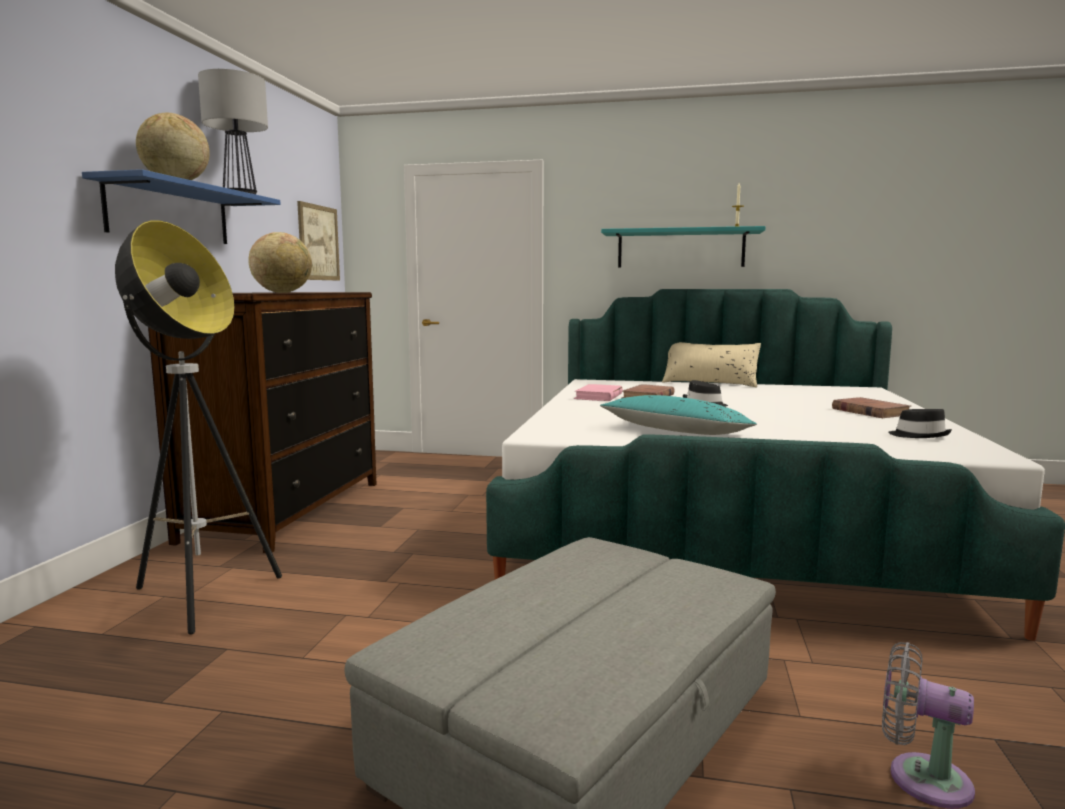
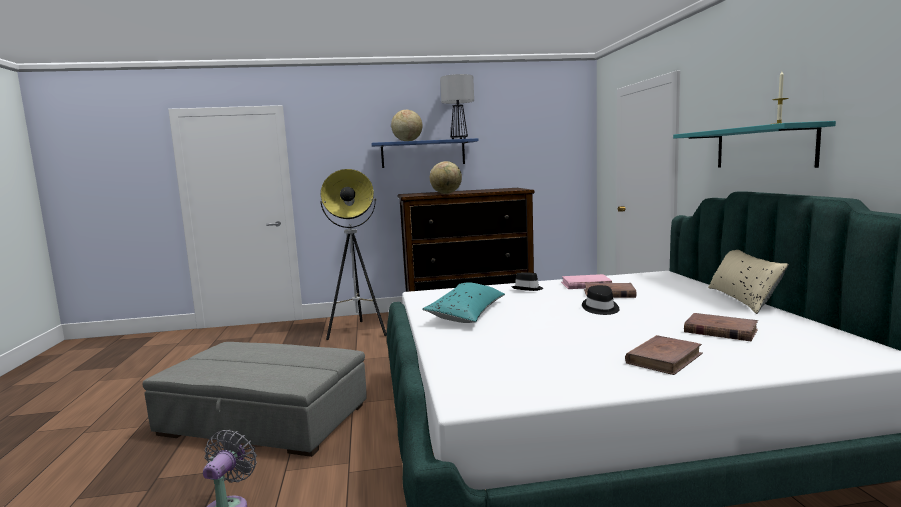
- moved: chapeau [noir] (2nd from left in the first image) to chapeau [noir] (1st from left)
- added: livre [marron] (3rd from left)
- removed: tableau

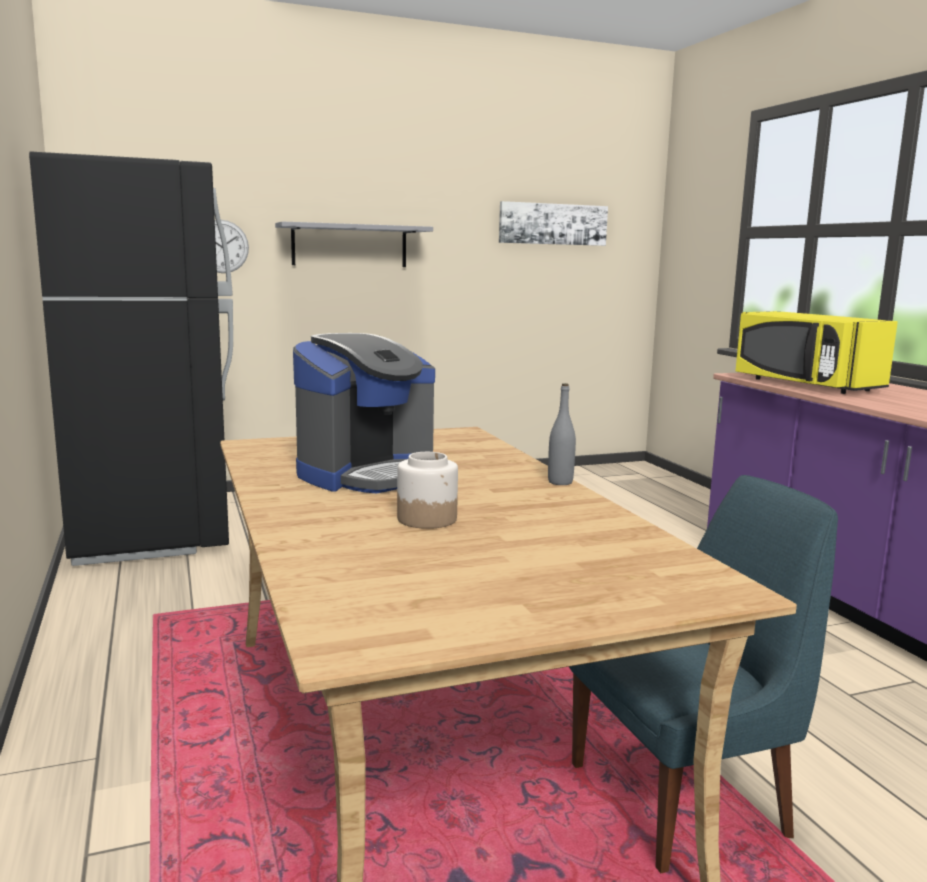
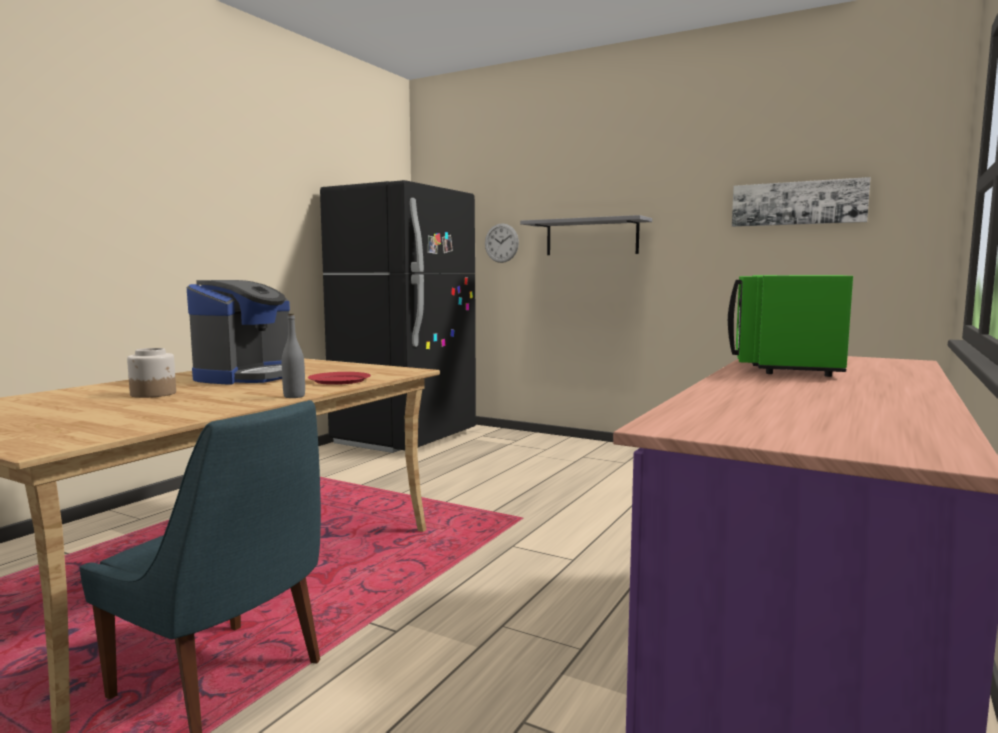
- turned: machine à café 75 degrees counterclockwise
- added: assiette [rouge]
- recoloured: micro-ondes [jaune] to micro-ondes [vert]

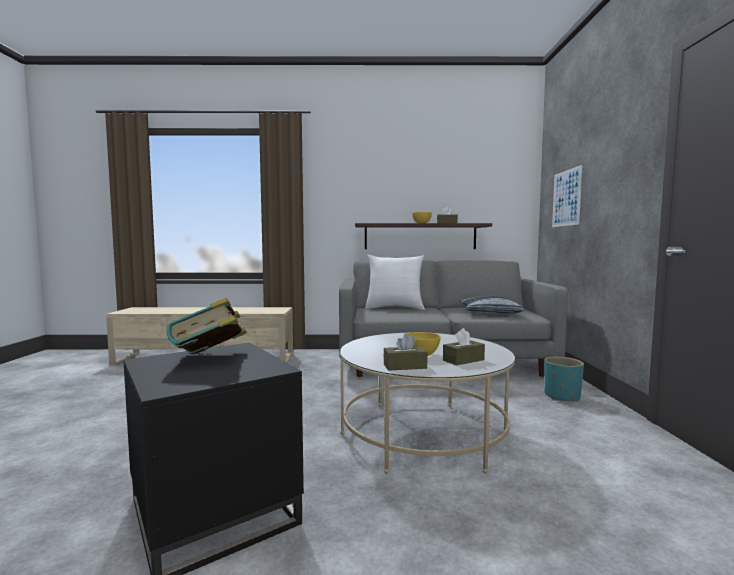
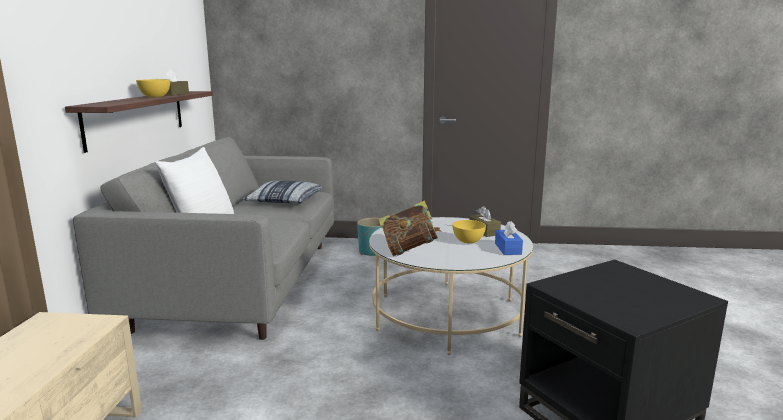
- moved: livre
- recoloured: boîte à mouchoirs [marron] (1st from left) to boîte à mouchoirs [bleu]
- removed: tableau

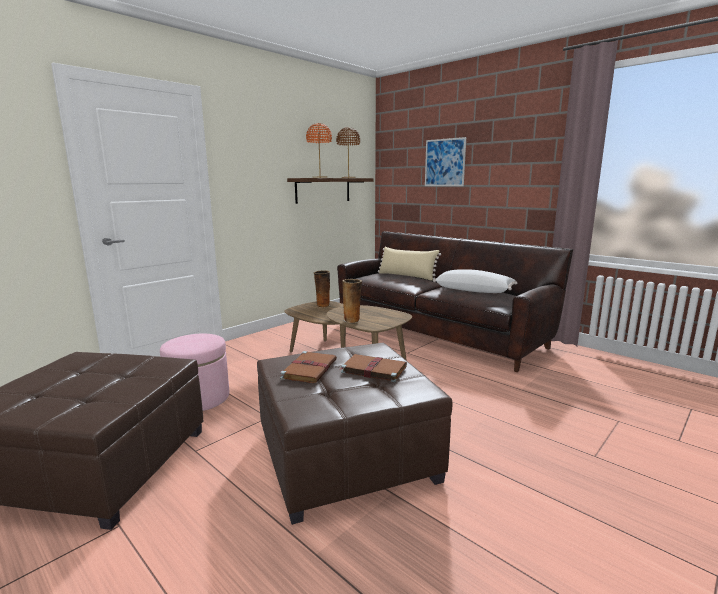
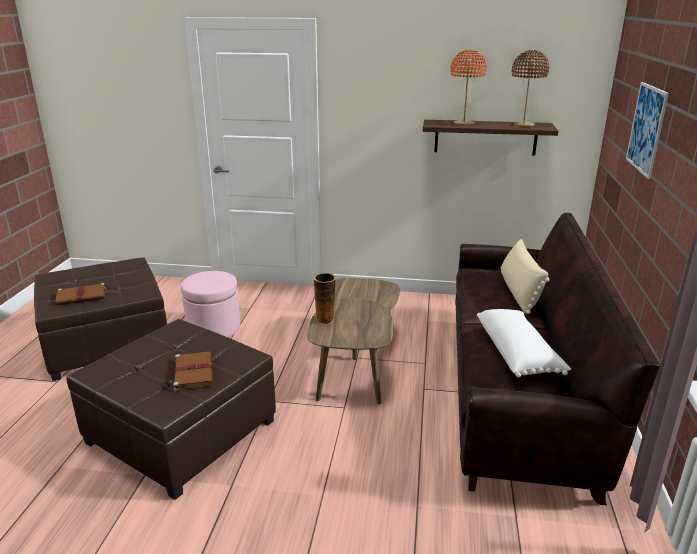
- moved: livre [marron] (1st from left)
- removed: vase (1st from left)

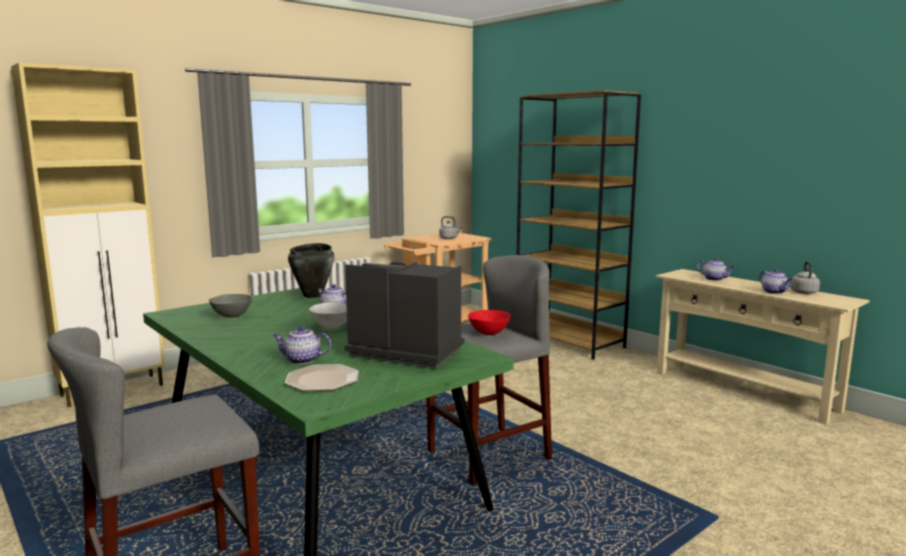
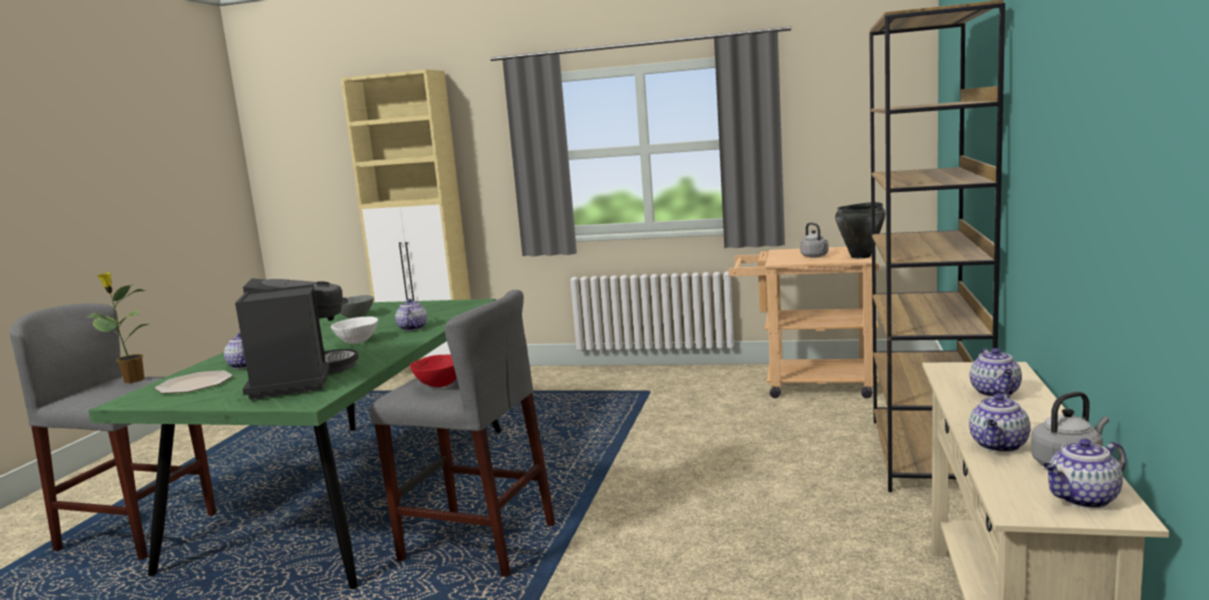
- added: plante en pot
- moved: marmite [noir]
- added: théière (5th from left)

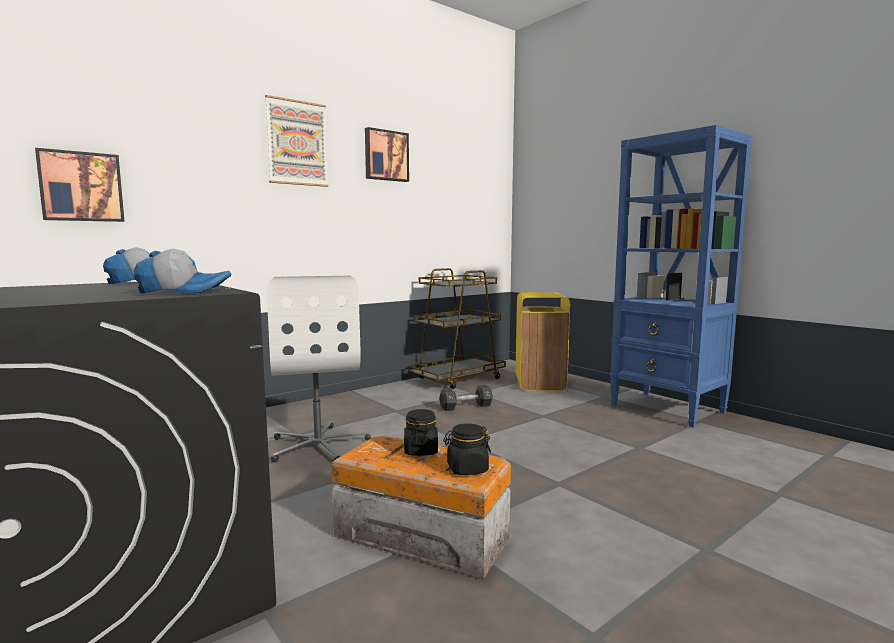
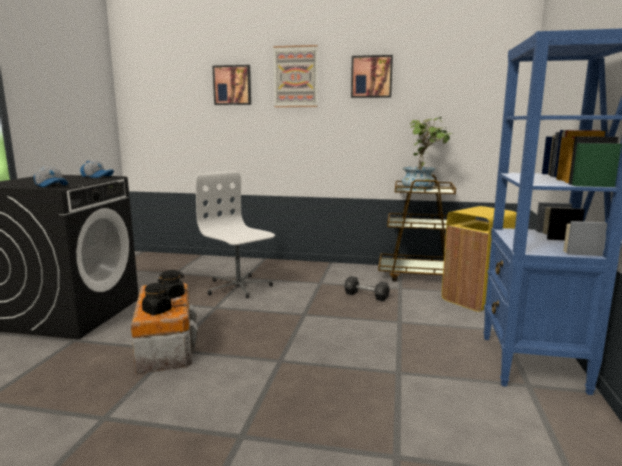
- turned: chaise de bureau [blanc] 105 degrees clockwise
- moved: tableau (1st from left)
- added: plante en pot

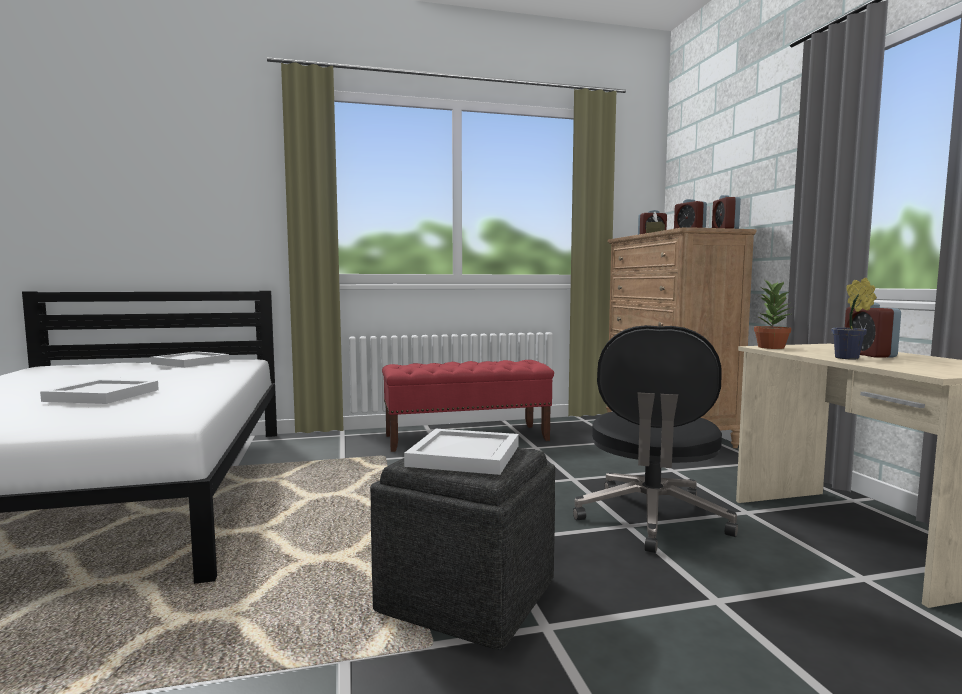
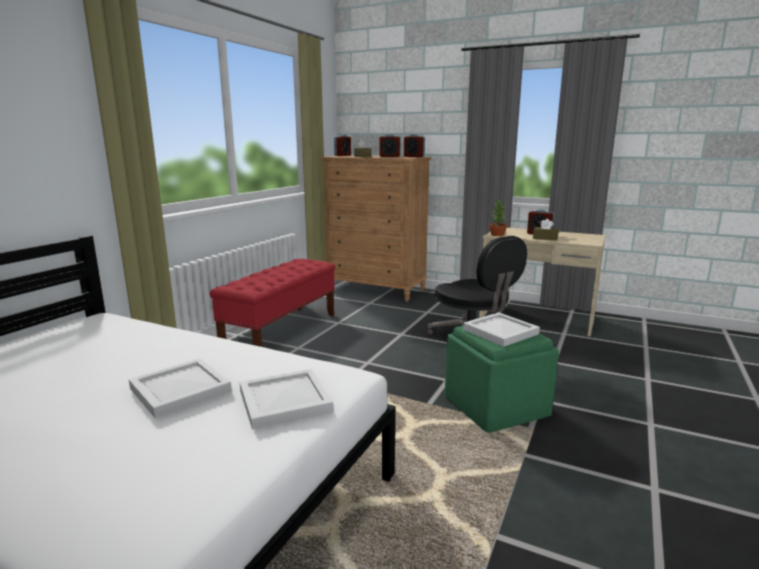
- moved: plateau [blanc] (2nd from left)
- recoloured: pouf [gris] to pouf [vert]
- replaced: plante en pot (2nd from left) to boîte à mouchoirs [marron] (2nd from left)

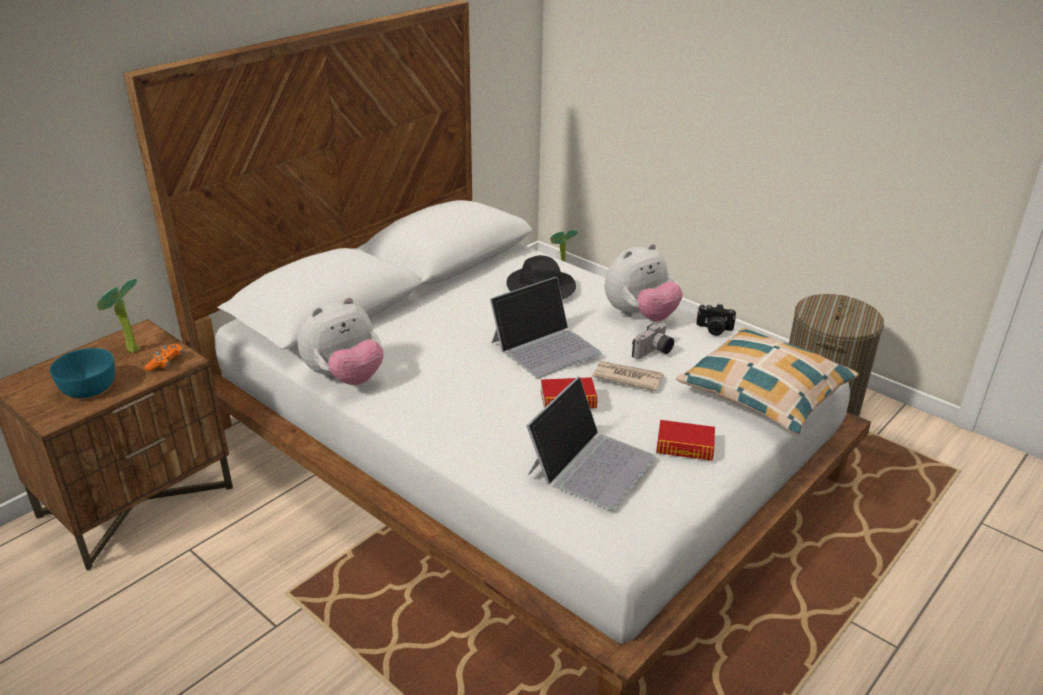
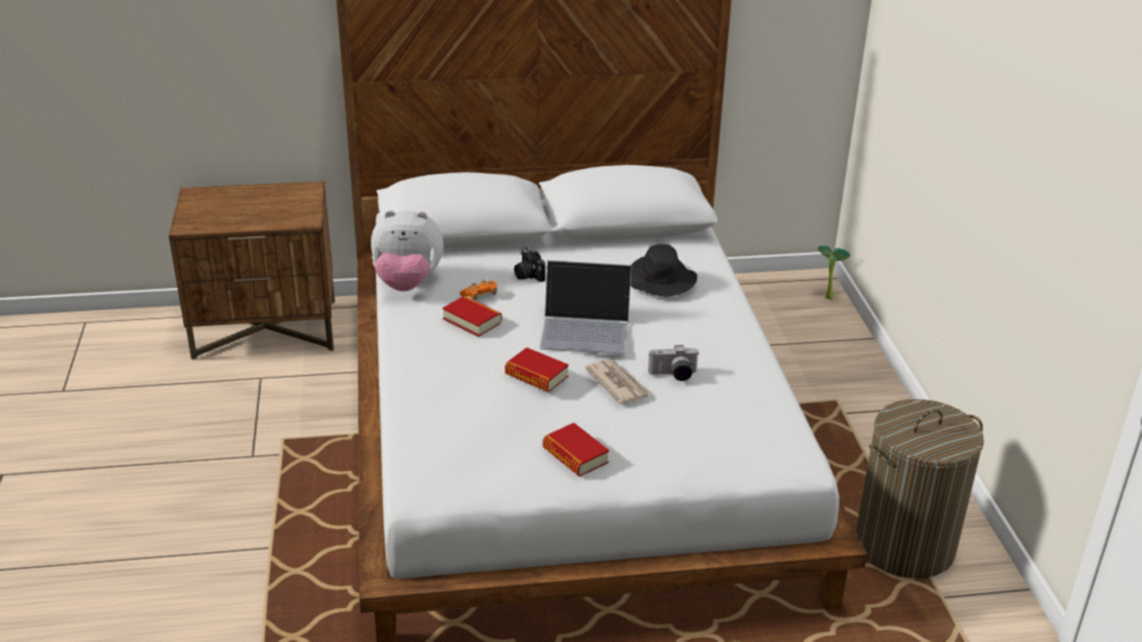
- added: livre (1st from left)
- moved: manette [orange]
- moved: appareil photo (2nd from left in the first image) to appareil photo (1st from left)
- removed: bol [turquoise]
- removed: plante en pot (1st from left)
- removed: ordinateur portable (2nd from left)
- removed: peluche (2nd from left)
- removed: coussin

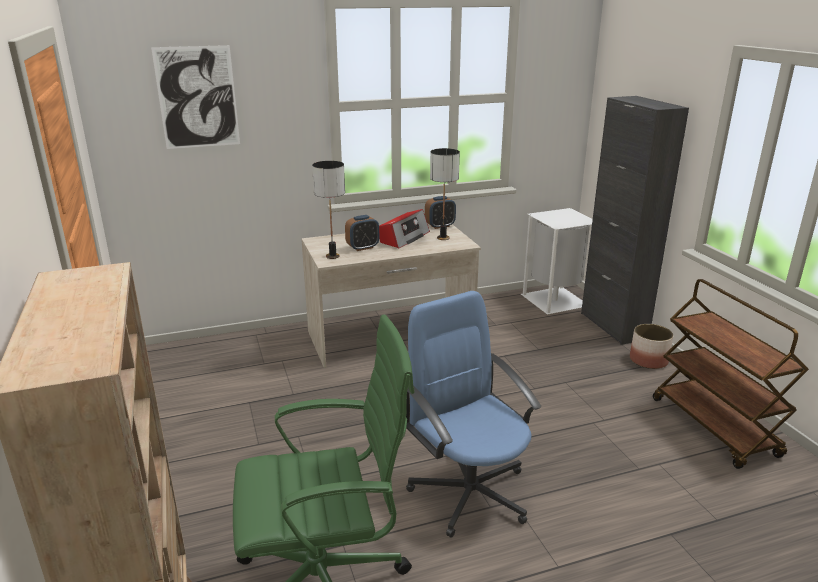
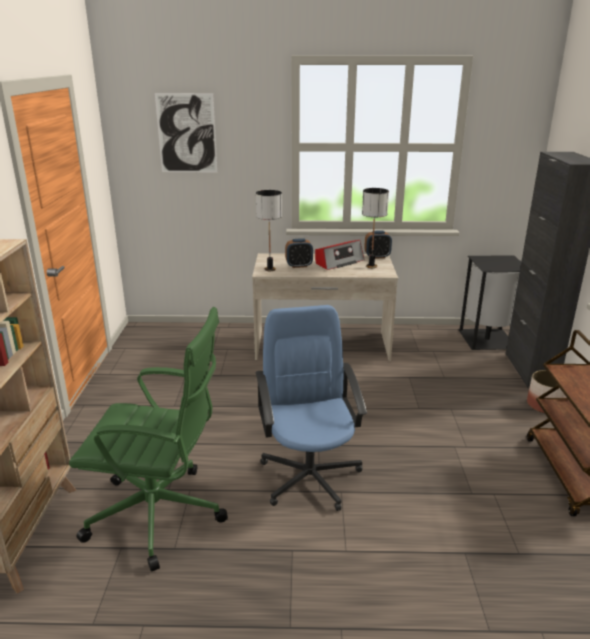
- recoloured: poubelle [blanc] to poubelle [noir]

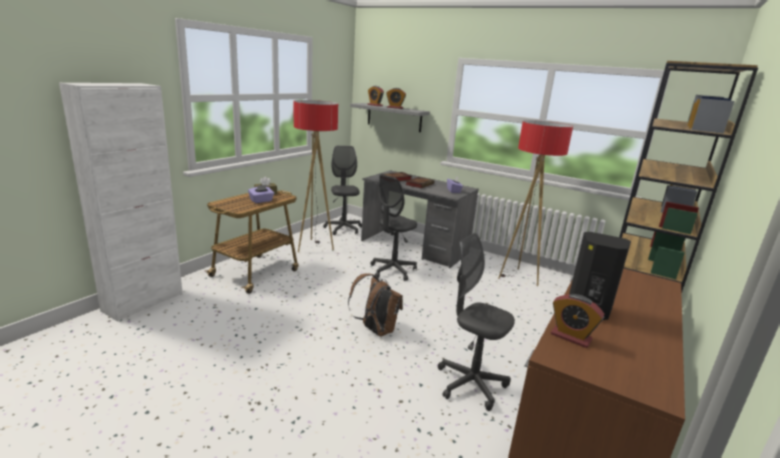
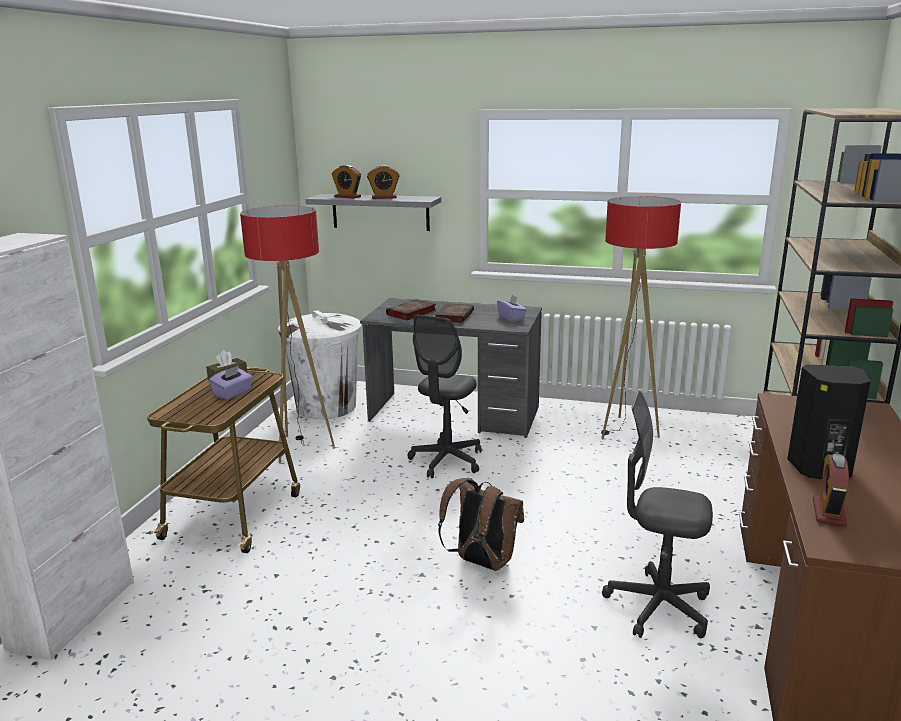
- replaced: chaise de bureau [gris] (1st from left) to poubelle [blanc]
- turned: réveil (3rd from left) 90 degrees clockwise

